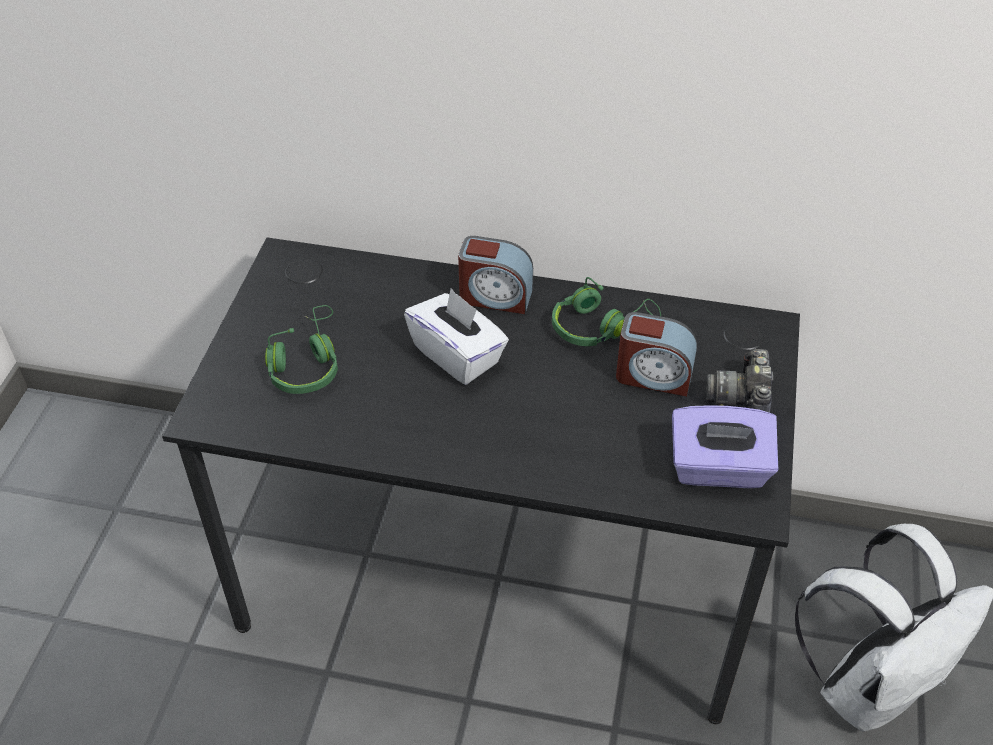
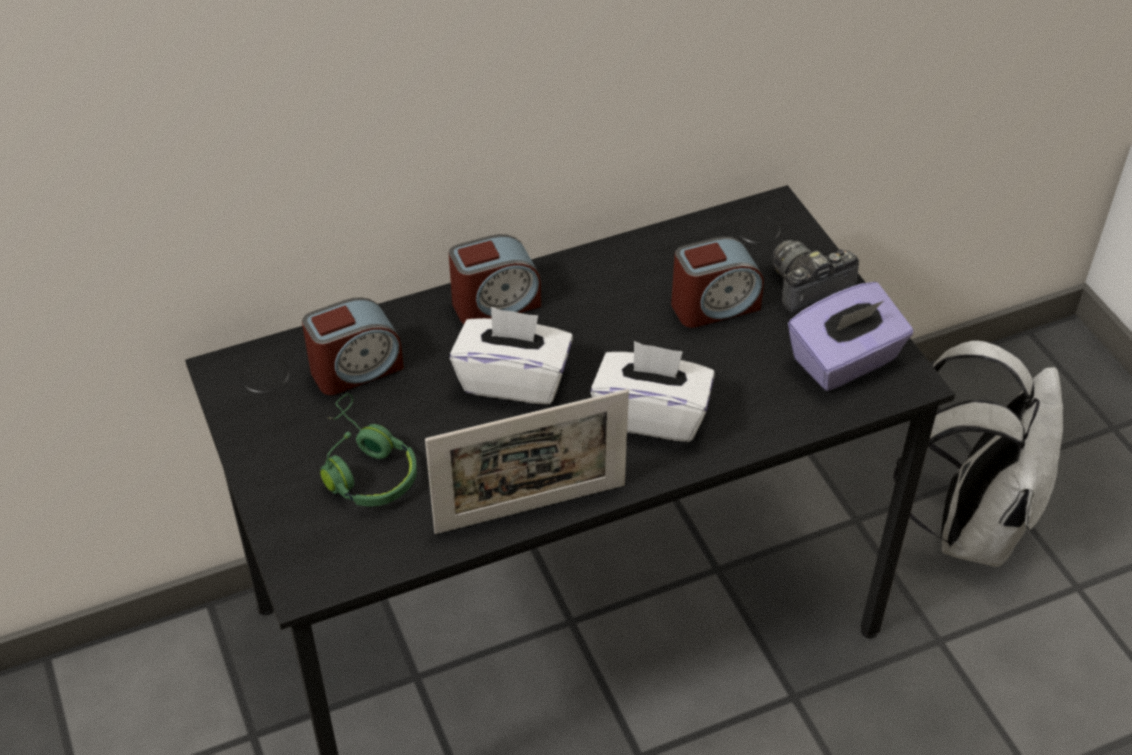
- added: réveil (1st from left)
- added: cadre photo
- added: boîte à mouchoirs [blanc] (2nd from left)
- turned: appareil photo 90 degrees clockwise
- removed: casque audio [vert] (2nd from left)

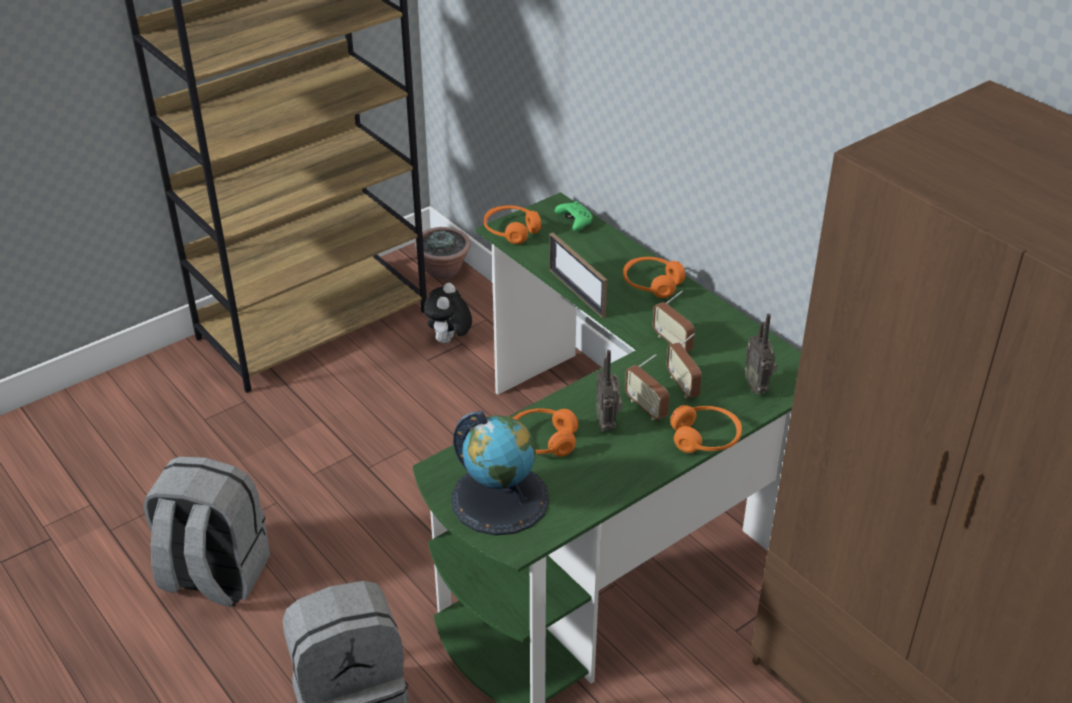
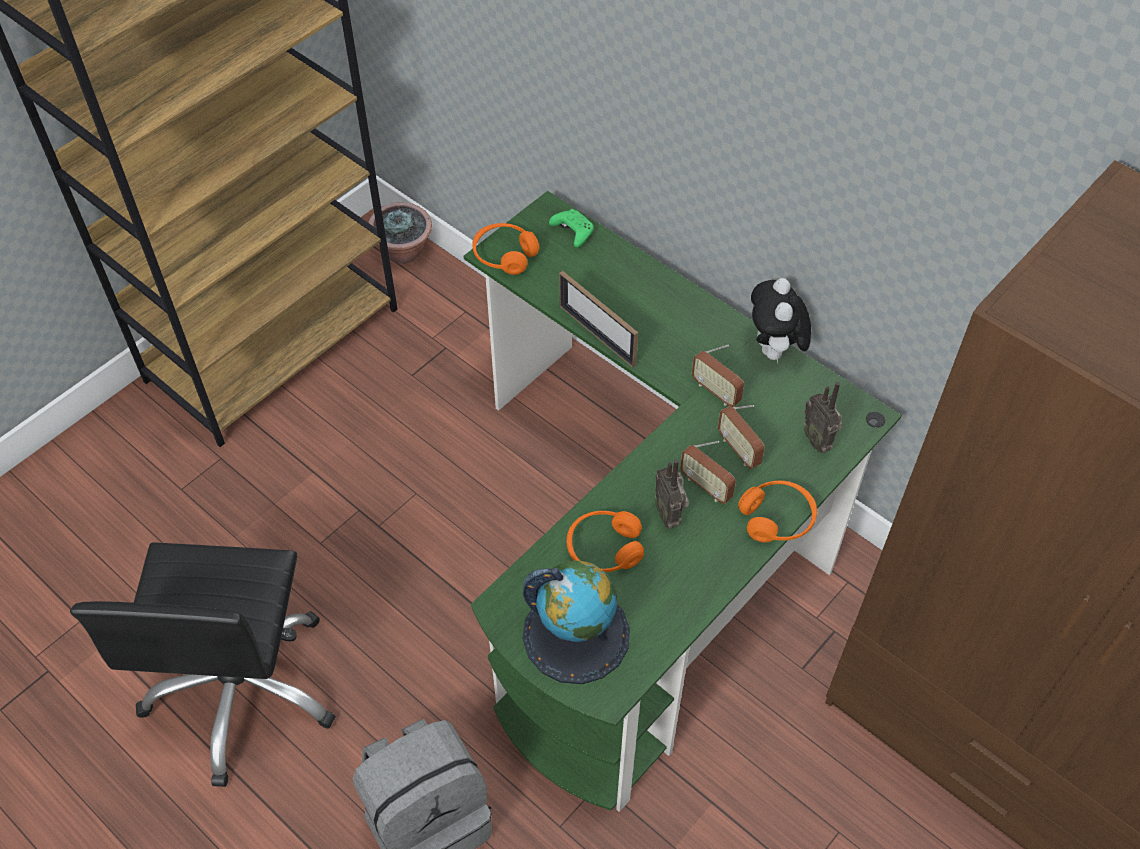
- replaced: sac à dos [gris] (1st from left) to chaise de bureau [noir]
- moved: peluche
- removed: casque audio [orange] (3rd from left)

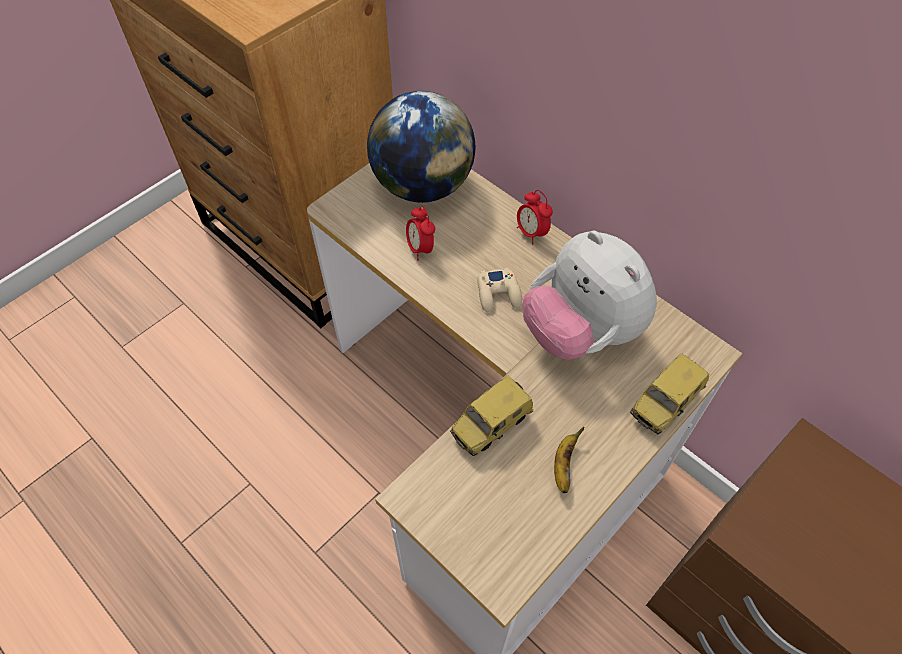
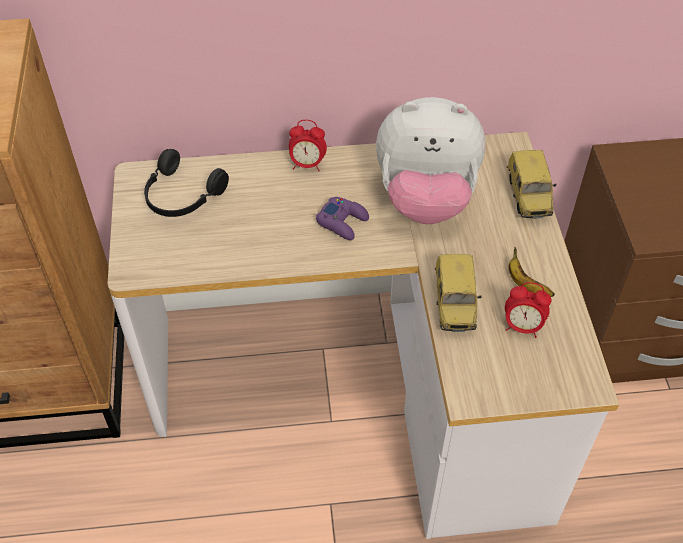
- replaced: globe to casque audio [noir]
- recoloured: manette [beige] to manette [violet]
- moved: réveil (1st from left in the first image) to réveil (2nd from left)

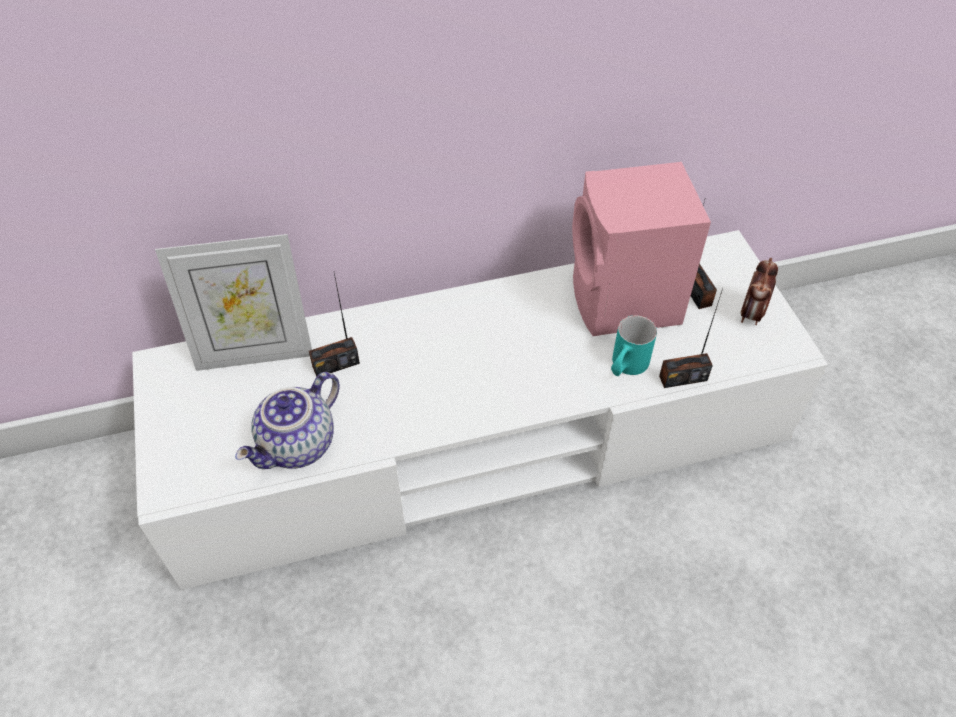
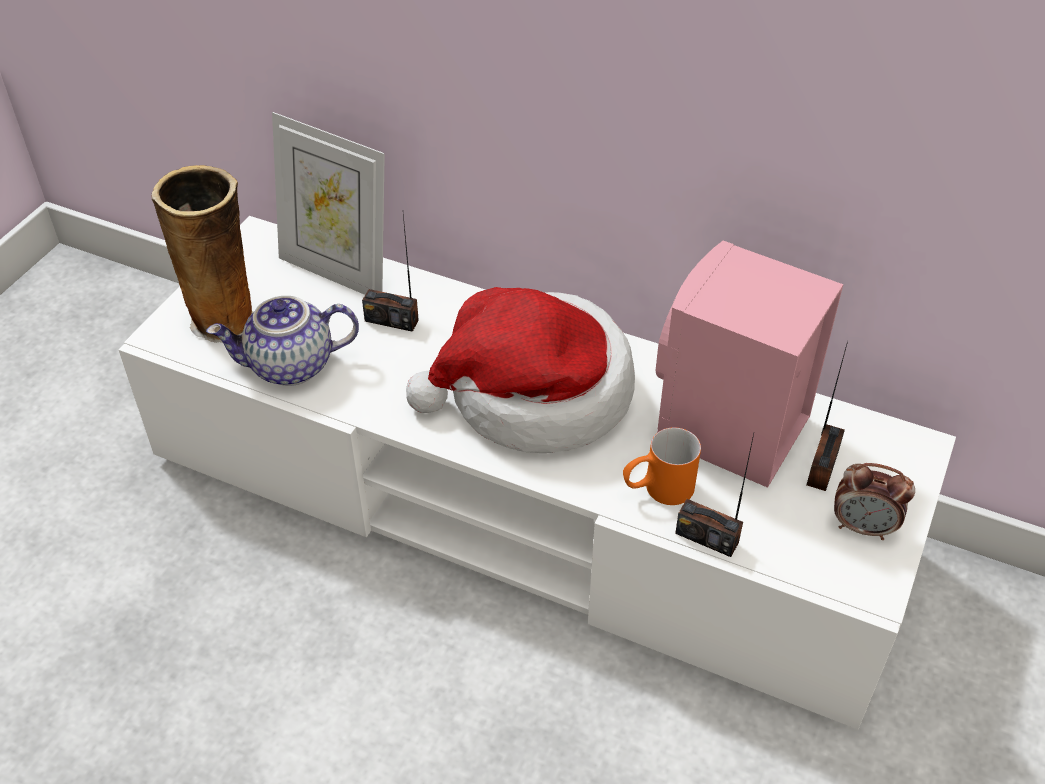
- added: vase
- added: chapeau
- recoloured: mug [turquoise] to mug [orange]
- turned: réveil 135 degrees counterclockwise

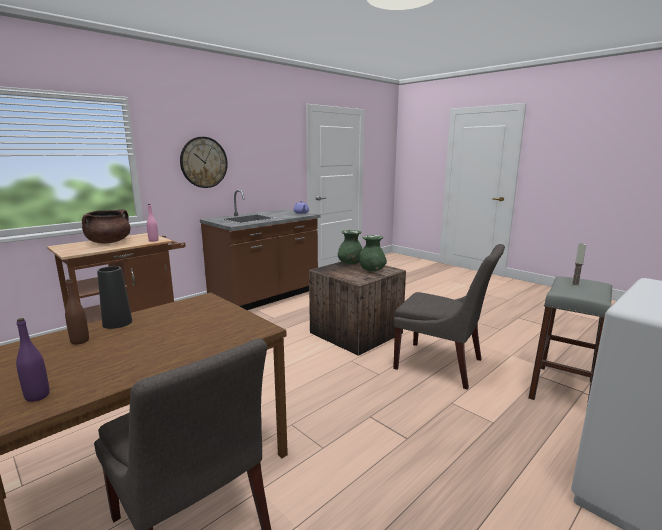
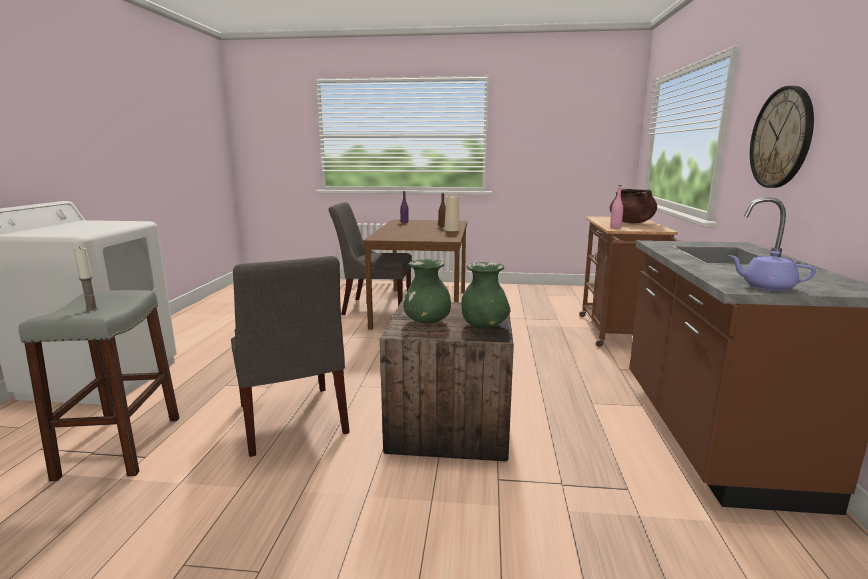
- turned: chaise [gris] (2nd from left in the first image) 105 degrees counterclockwise
- recoloured: vase [noir] to vase [beige]

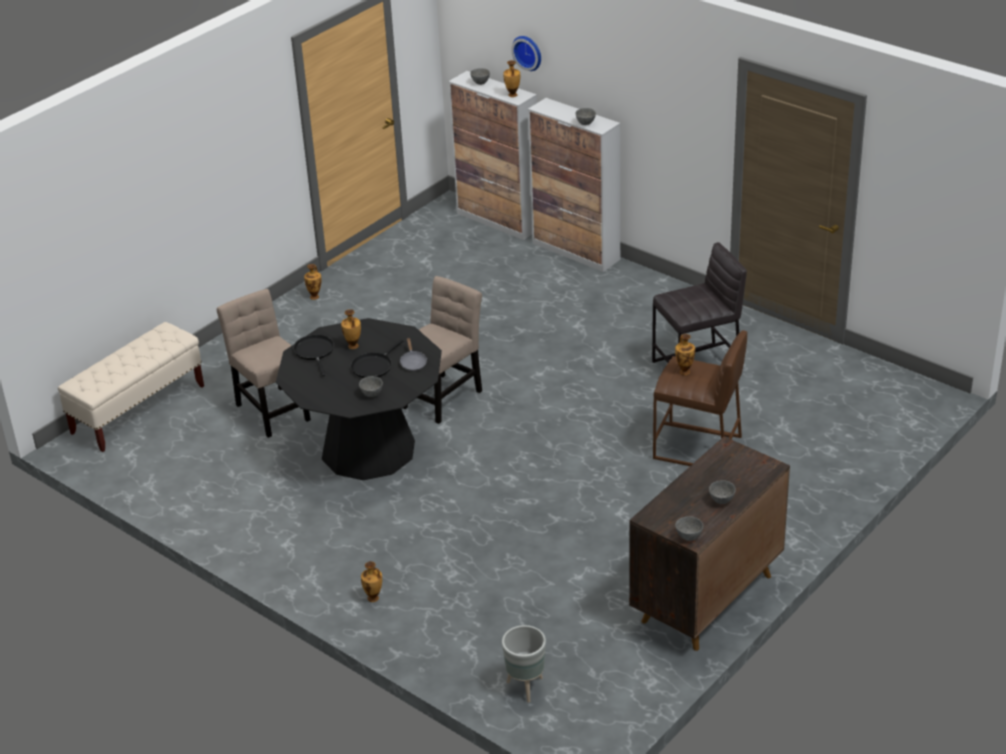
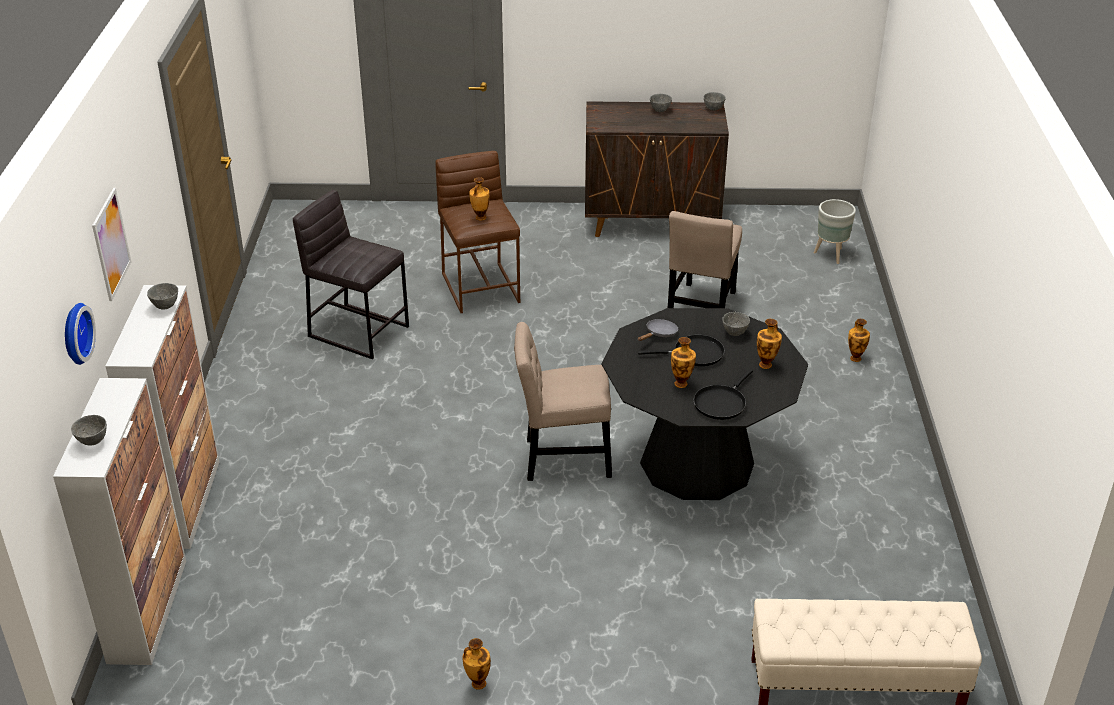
- added: tableau
- moved: chaise [beige] (1st from left in the first image) to chaise [beige] (2nd from left)
- moved: vase (4th from left)

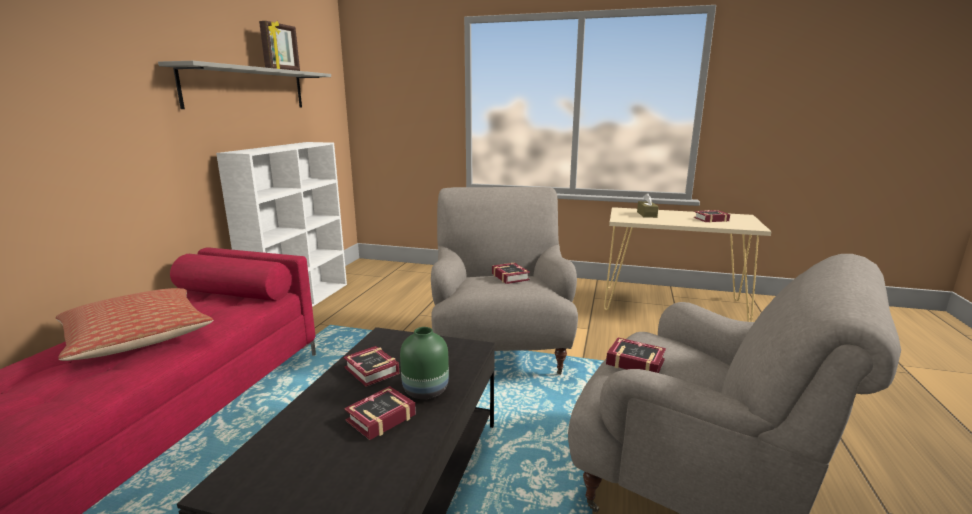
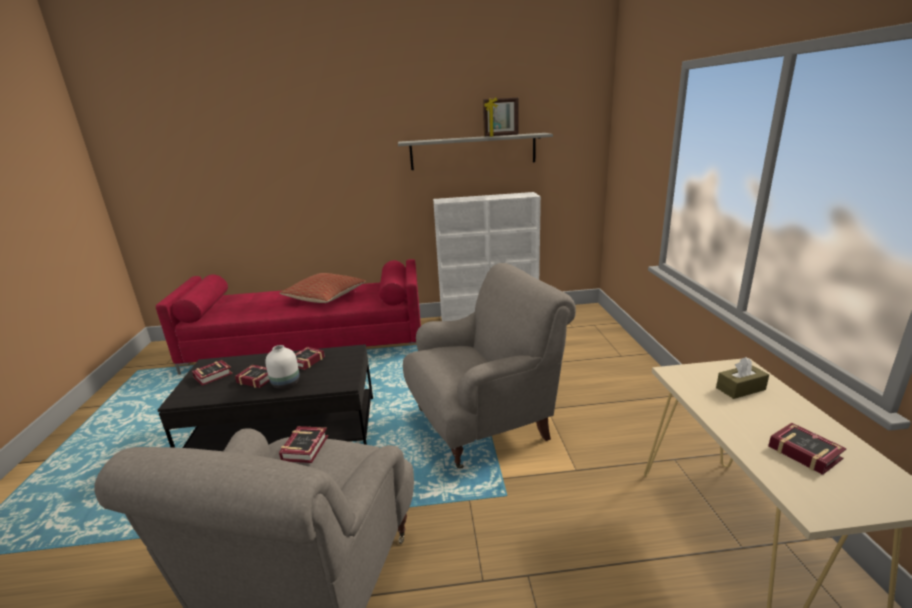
- moved: livre (3rd from left in the first image) to livre (1st from left)
- recoloured: vase [vert] to vase [blanc]

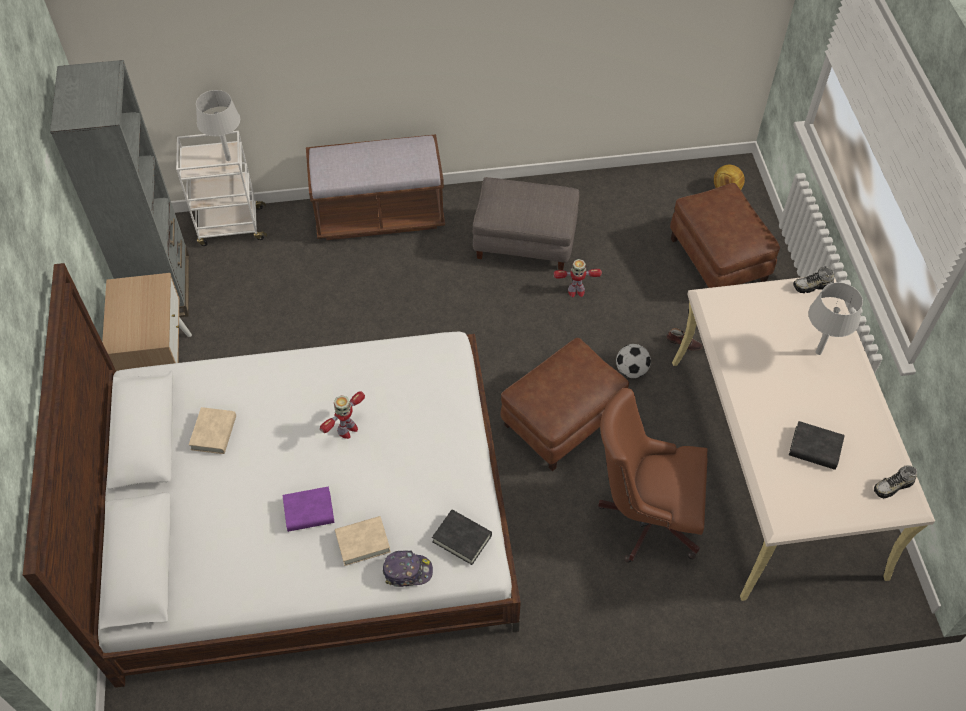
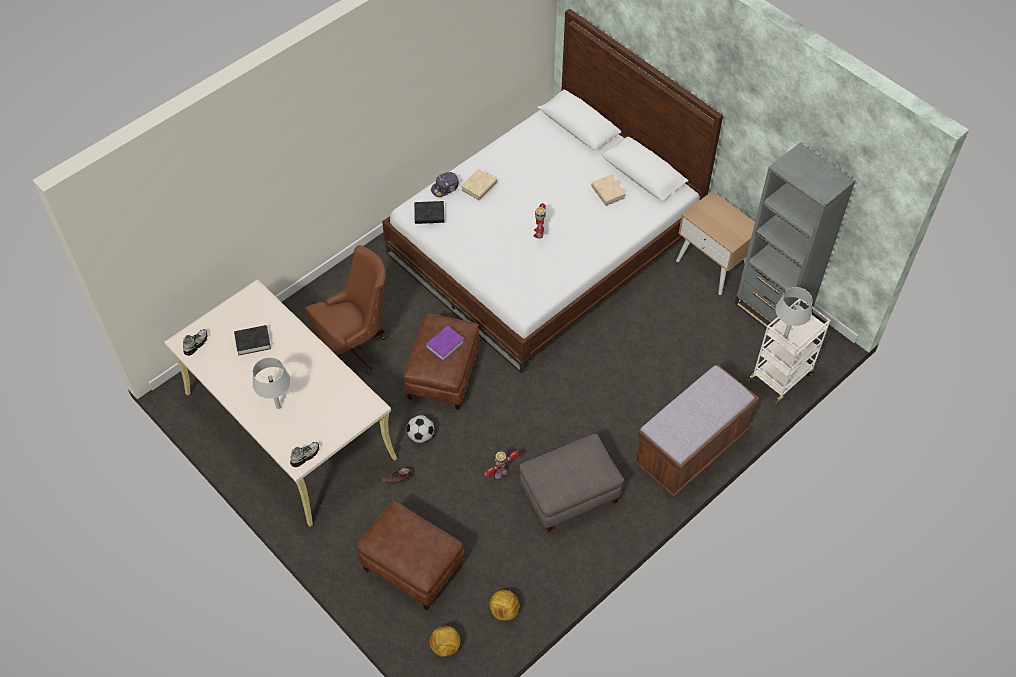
- moved: livre [violet]
- added: ballon de foot (3rd from left)

